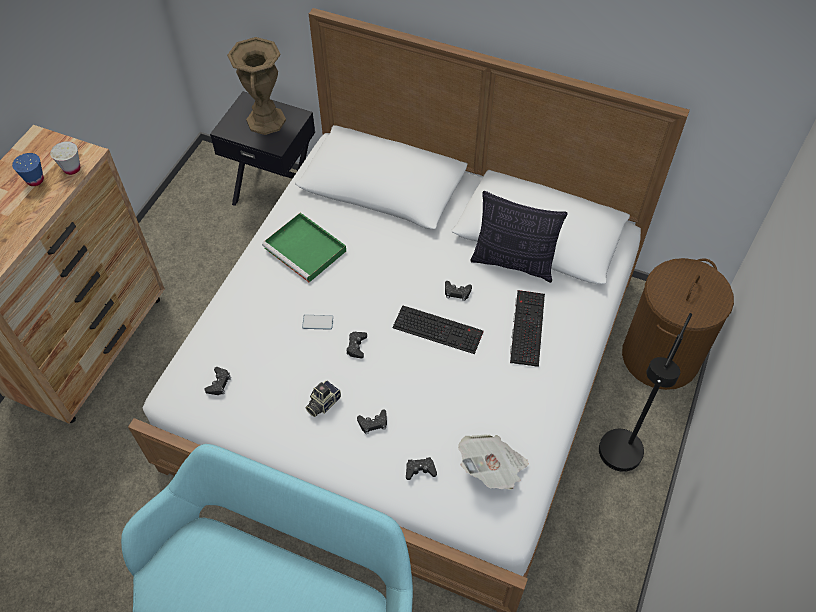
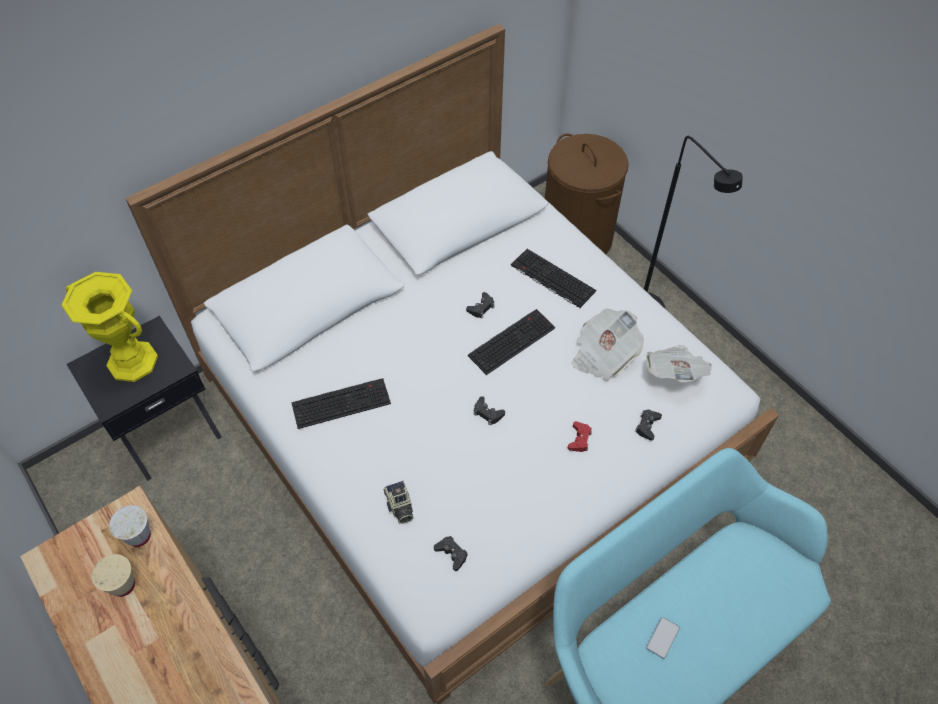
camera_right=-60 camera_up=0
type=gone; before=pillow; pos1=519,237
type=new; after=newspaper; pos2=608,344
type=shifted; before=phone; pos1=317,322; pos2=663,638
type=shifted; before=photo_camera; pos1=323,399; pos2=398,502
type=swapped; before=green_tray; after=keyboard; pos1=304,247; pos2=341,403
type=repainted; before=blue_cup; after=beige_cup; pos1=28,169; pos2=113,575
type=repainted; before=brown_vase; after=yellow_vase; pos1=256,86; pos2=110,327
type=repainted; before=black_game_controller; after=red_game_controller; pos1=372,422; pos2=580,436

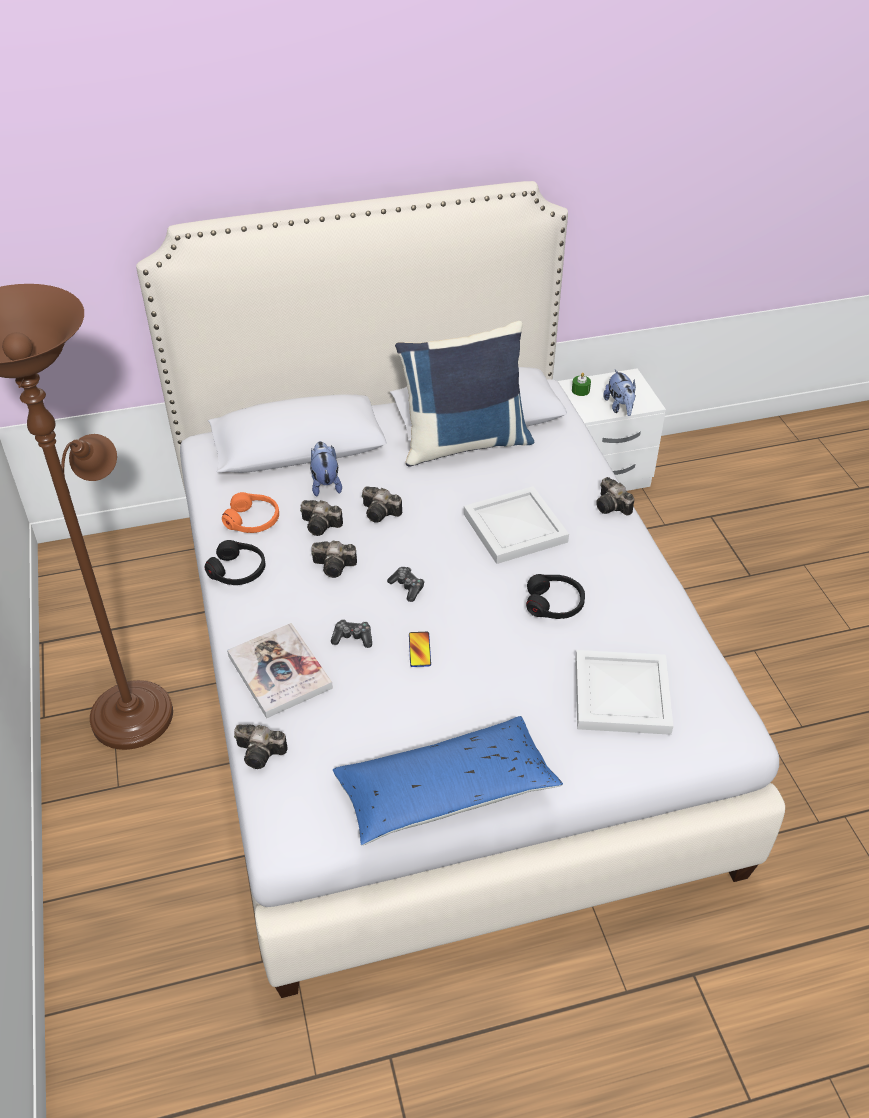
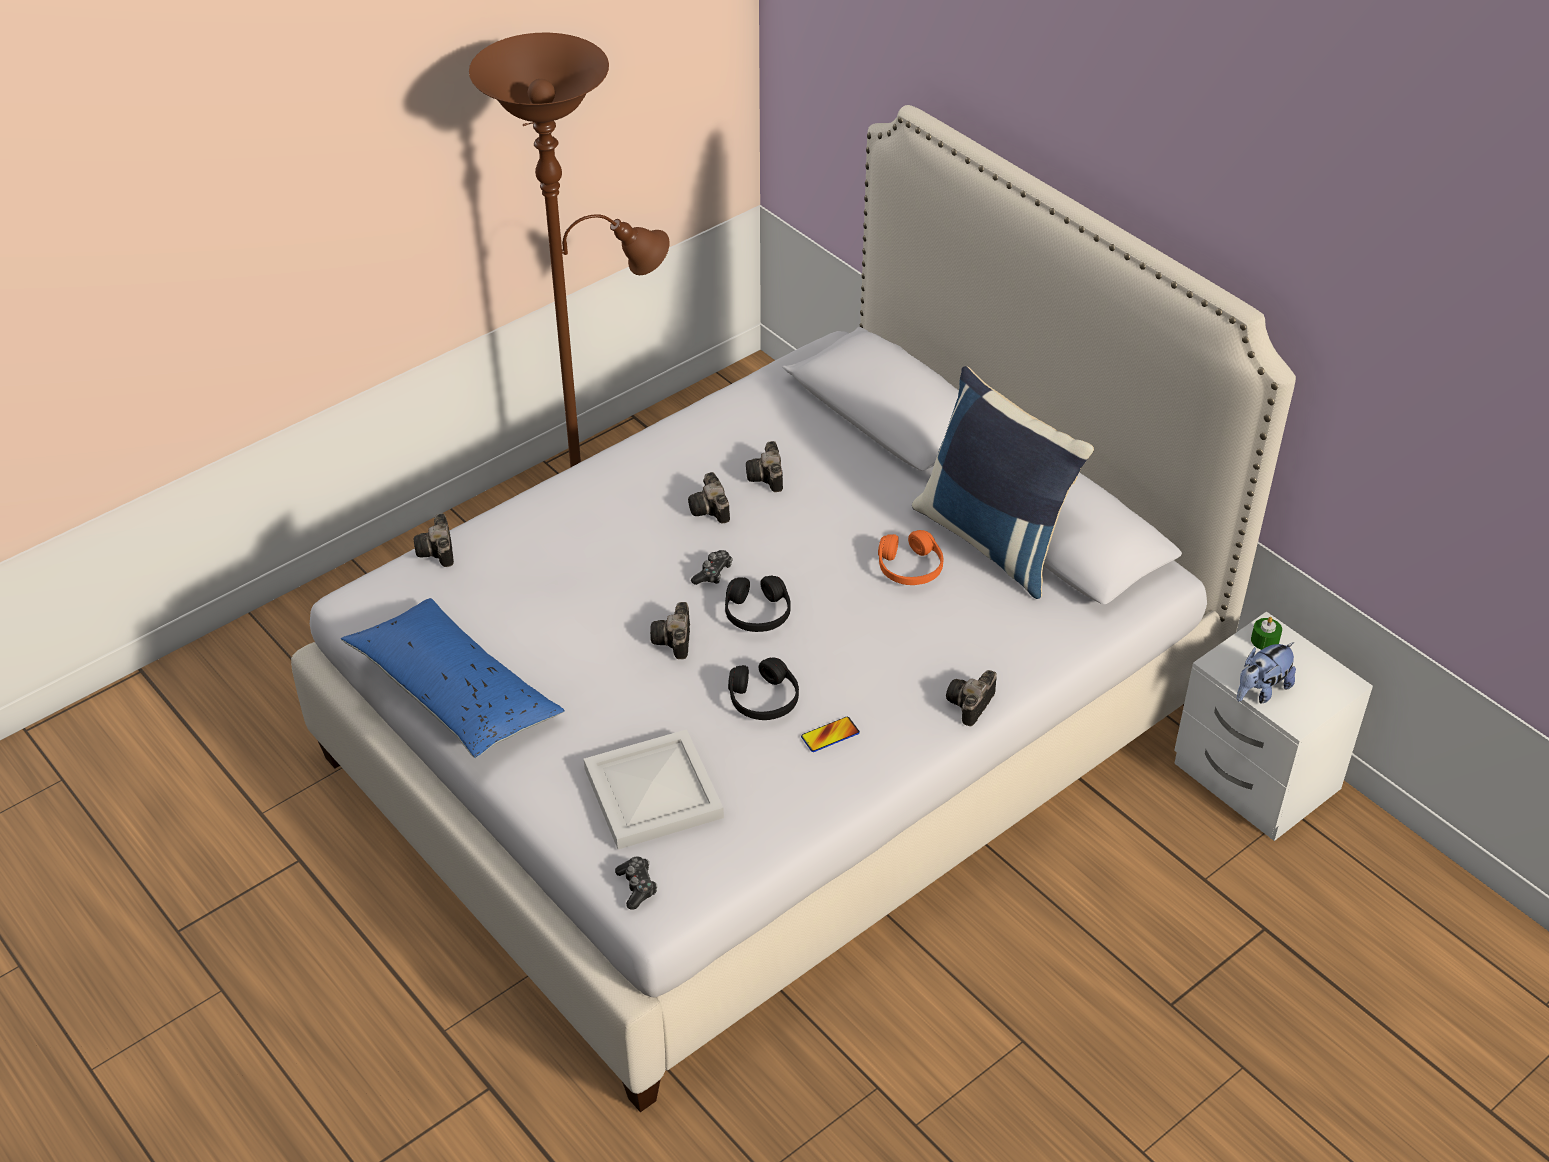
camera_right=65 camera_up=0
type=gone; before=book; pos1=280,670
type=gone; before=plush_toy; pos1=326,469
type=gone; before=white_tray; pos1=516,525
type=shifted; before=black_headphones; pos1=235,562; pos2=758,603
type=shifted; before=orange_headphones; pos1=250,512; pos2=910,557
type=shifted; before=game_controller; pos1=351,633; pos2=636,882
type=shifted; before=photo_camera; pos1=382,504; pos2=670,630
type=shifted; before=phone; pos1=420,649; pos2=830,734

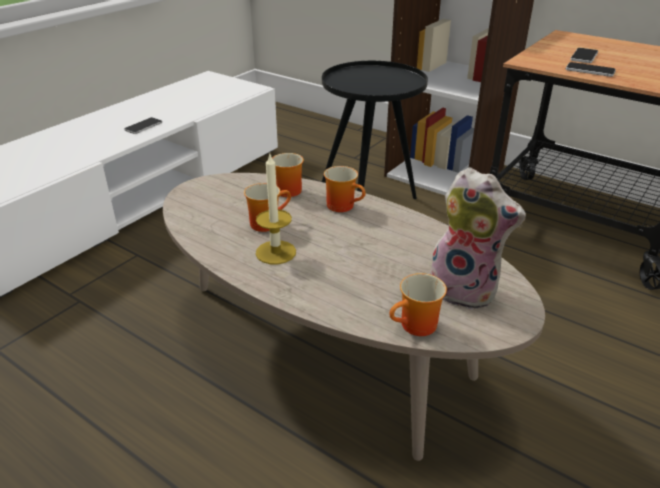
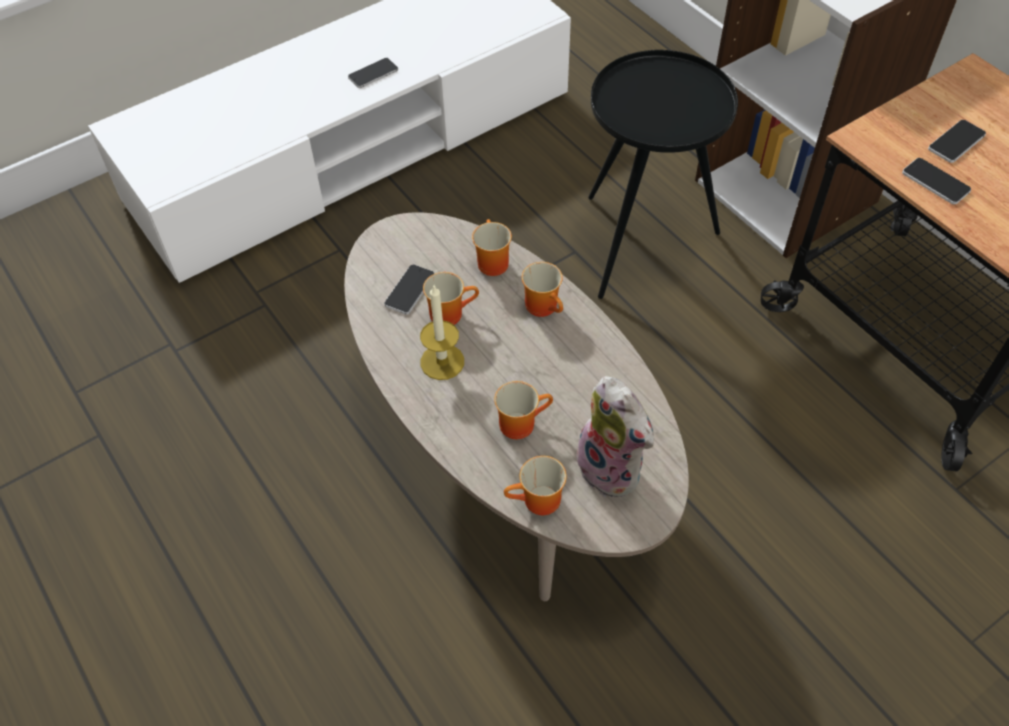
camera_right=20 camera_up=20
type=new; after=phone; pos2=409,290
type=new; after=mug; pos2=523,410

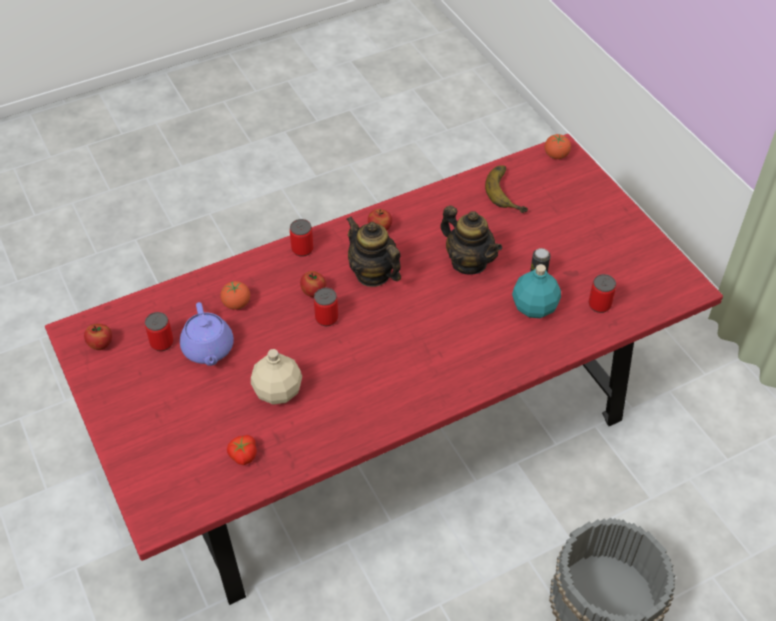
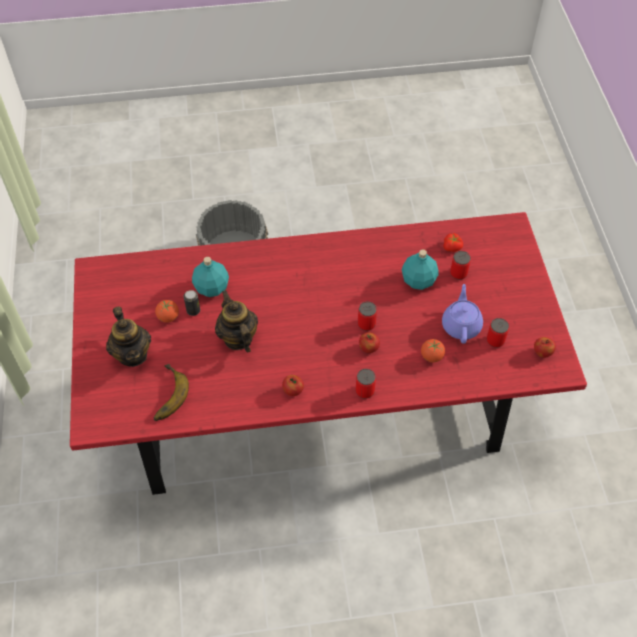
camera_right=-160 camera_up=5
type=shifted; before=teapot; pos1=373,251; pos2=128,336
type=shifted; before=tomato; pos1=558,146; pos2=167,311
type=shifted; before=can; pos1=602,293; pos2=460,265
type=repainted; before=beige_bottle; after=turquoise_bottle; pos1=276,377; pos2=420,269

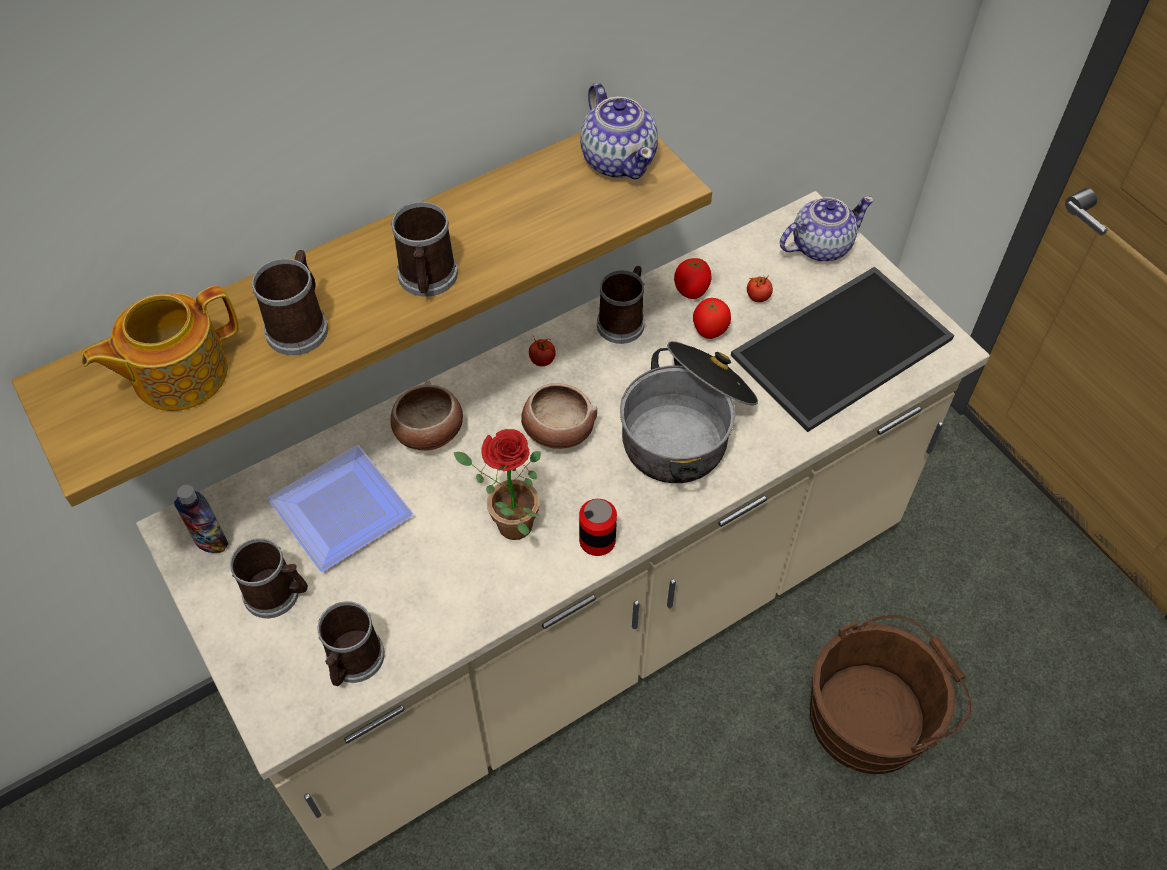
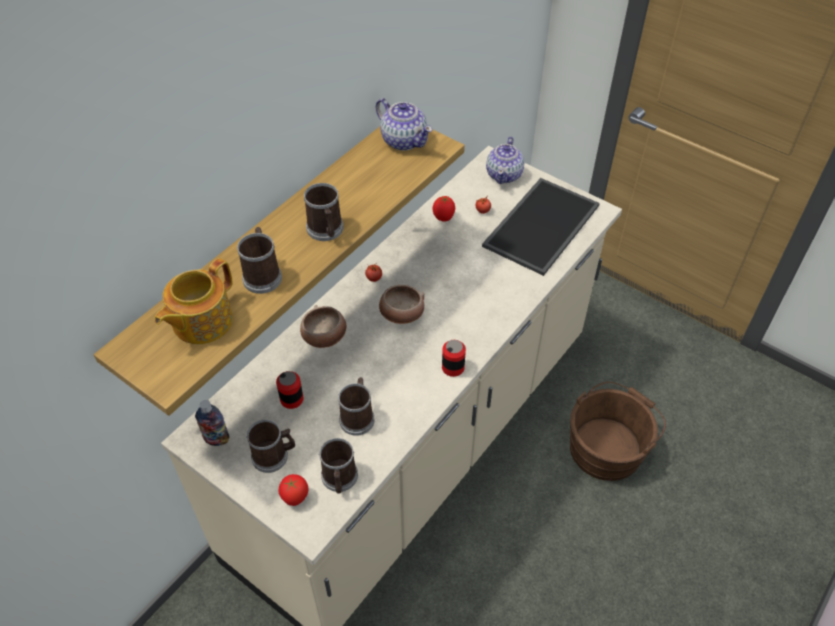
camera_right=-20 camera_up=-5
type=gone; before=potted_plant; pos1=497,484
type=gone; before=cooking_pot; pos1=689,412
type=shifted; before=mug; pos1=621,305; pos2=356,406
type=shifted; before=tomato; pos1=712,318; pos2=294,490
type=swapped; before=plate; after=can; pos1=341,508; pos2=289,390
type=rotated; before=teapot; pos1=827,229; pos2=505,160; turn=150

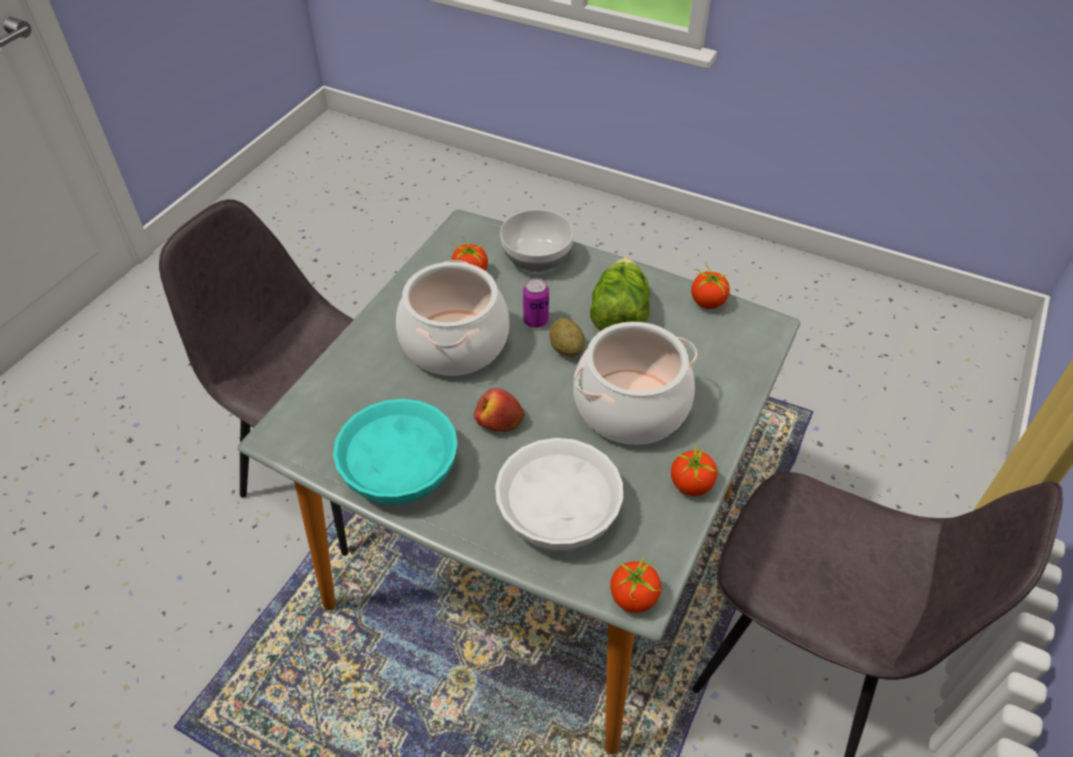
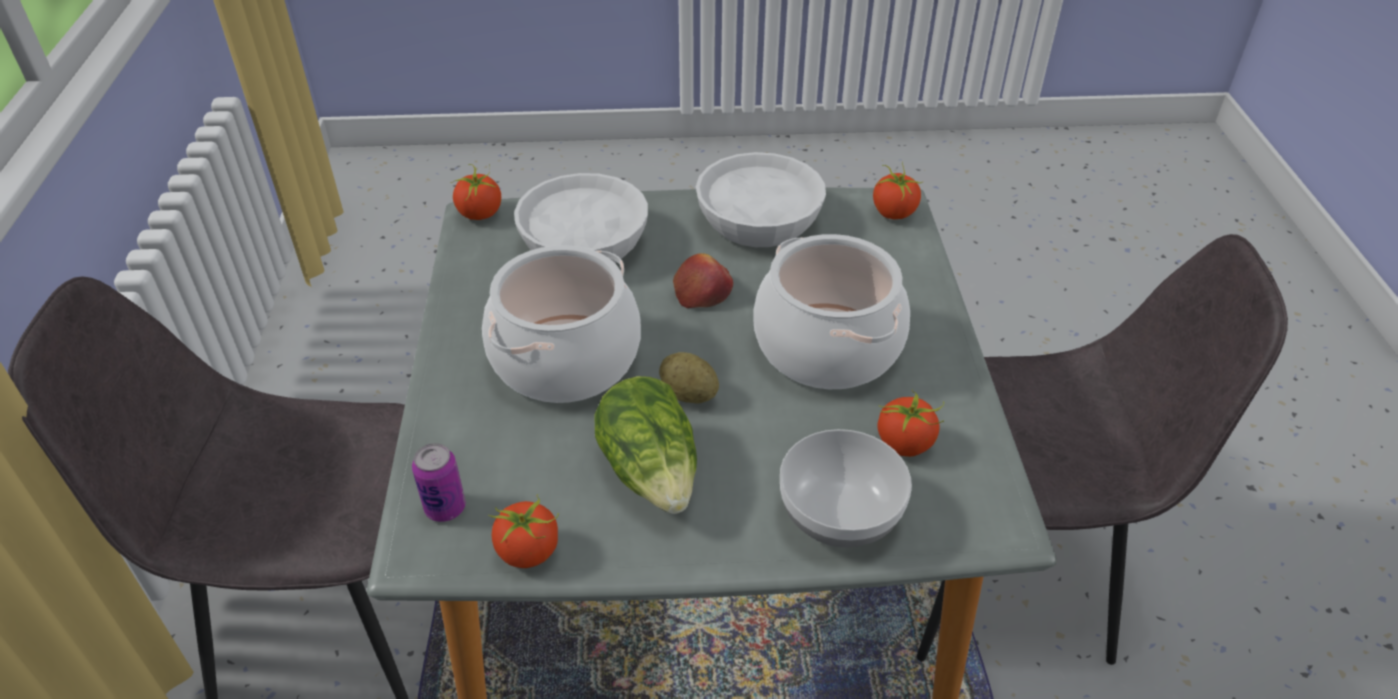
camera_right=150 camera_up=-5
type=shifted; before=can; pos1=536,303; pos2=439,482
type=shifted; before=tomato; pos1=695,470; pos2=898,190
type=repainted; before=turquoise_bowl; after=white_bowl; pos1=395,452; pos2=761,199

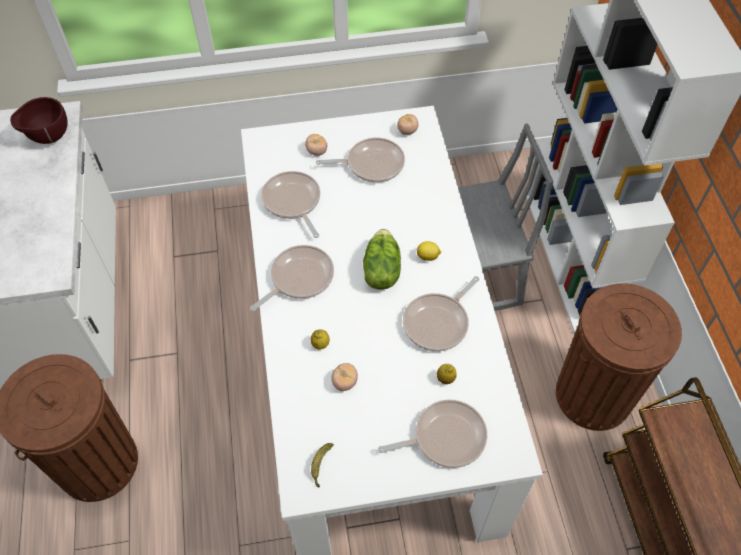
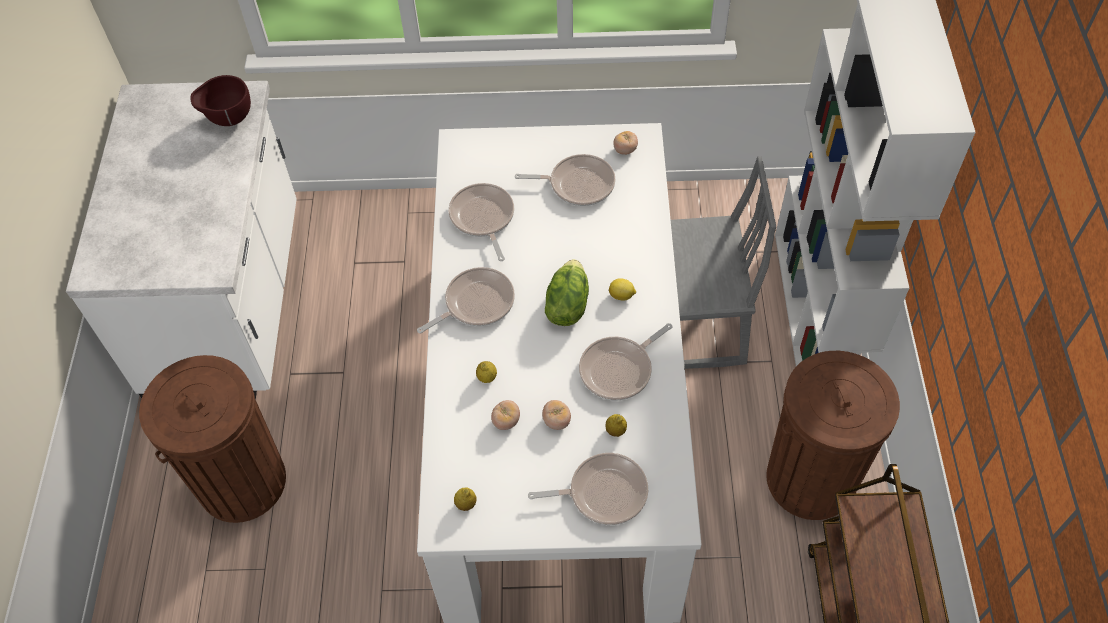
camera_right=10 camera_up=0
type=shifted; before=tomato; pos1=316,145; pos2=556,415
type=swapped; before=banana; after=lemon; pos1=322,465; pos2=465,499

